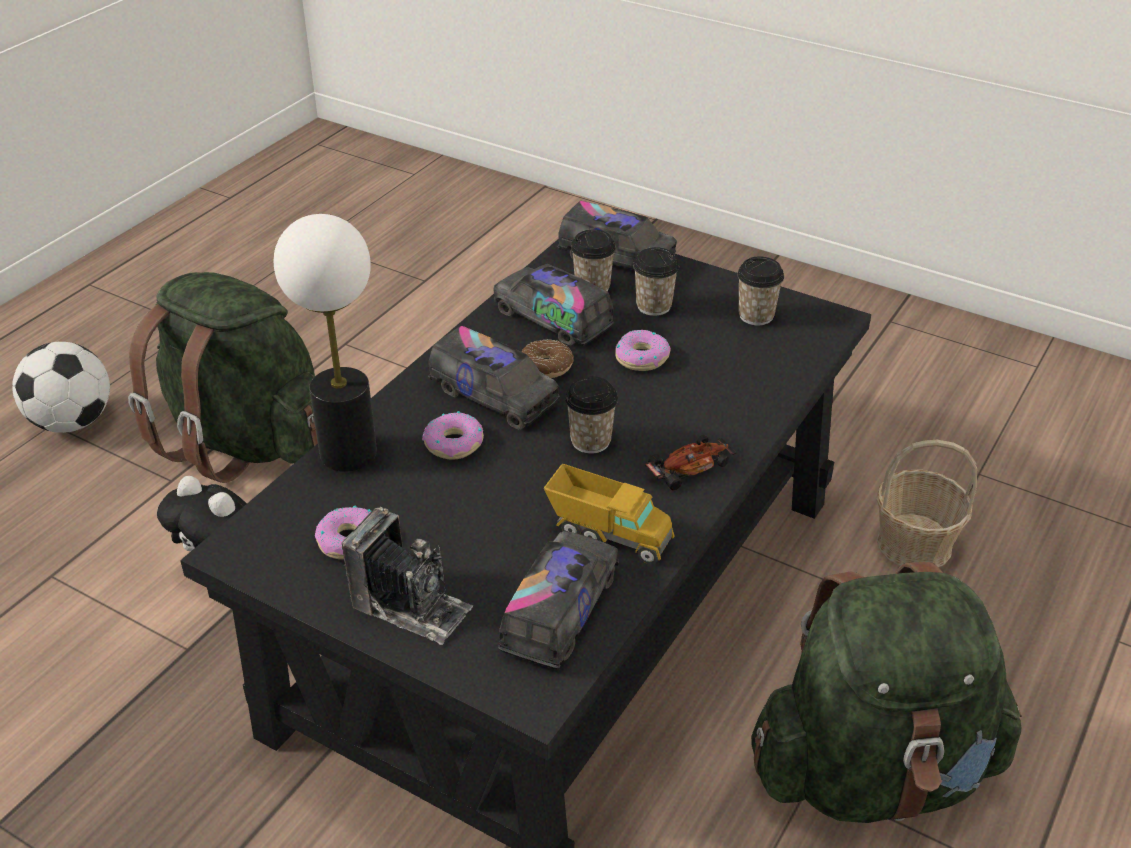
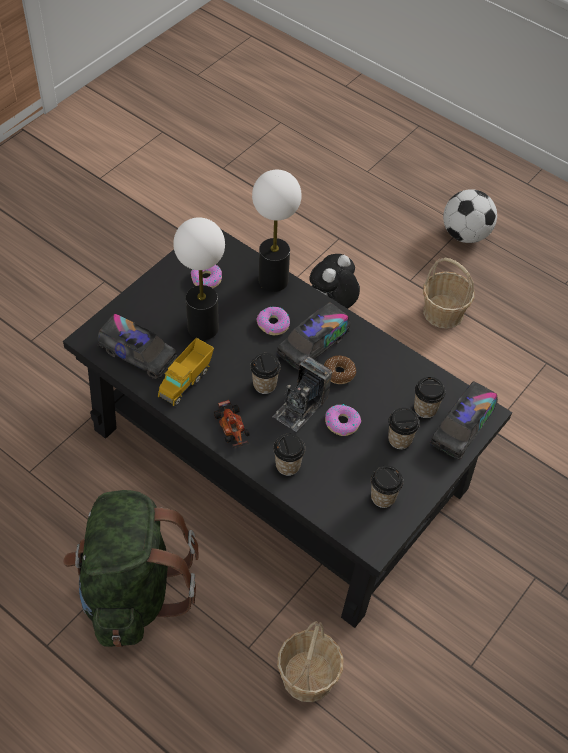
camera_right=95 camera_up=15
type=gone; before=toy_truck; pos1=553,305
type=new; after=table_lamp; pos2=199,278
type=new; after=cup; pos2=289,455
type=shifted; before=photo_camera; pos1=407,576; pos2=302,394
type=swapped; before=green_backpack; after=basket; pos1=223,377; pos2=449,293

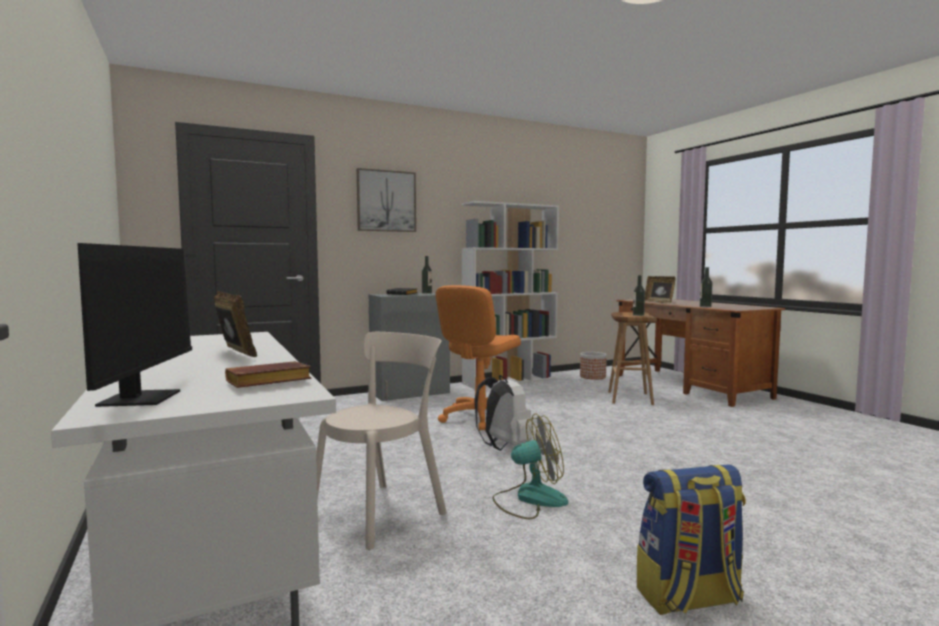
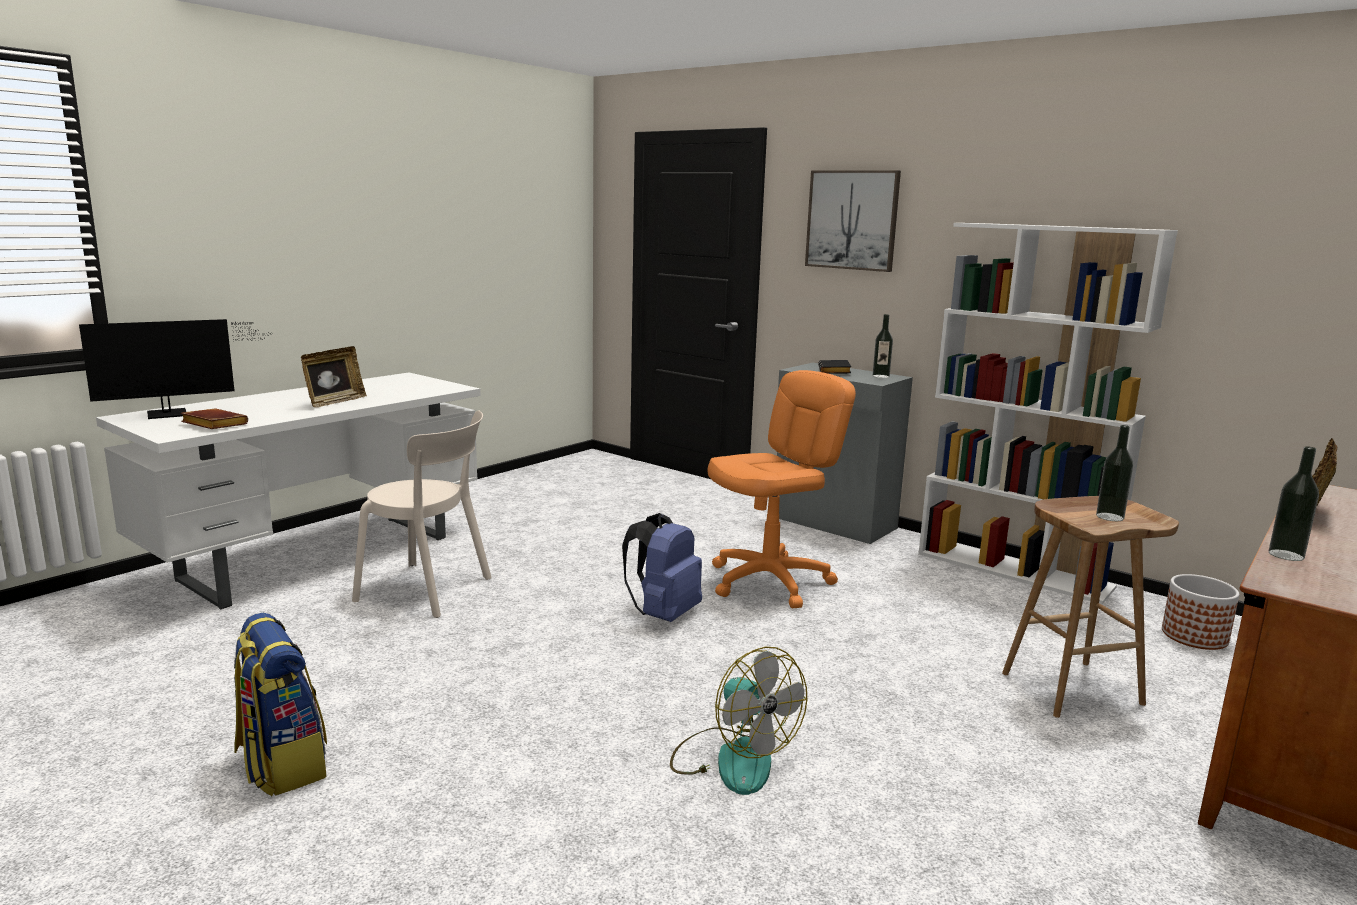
camera_right=65 camera_up=10
type=shifted; before=fan; pos1=530,466; pos2=738,721
type=repainted; before=white_backpack; after=blue_backpack; pos1=503,413; pos2=662,567
type=rotated; before=orange_office_chair; pos1=478,357; pos2=782,489; turn=135

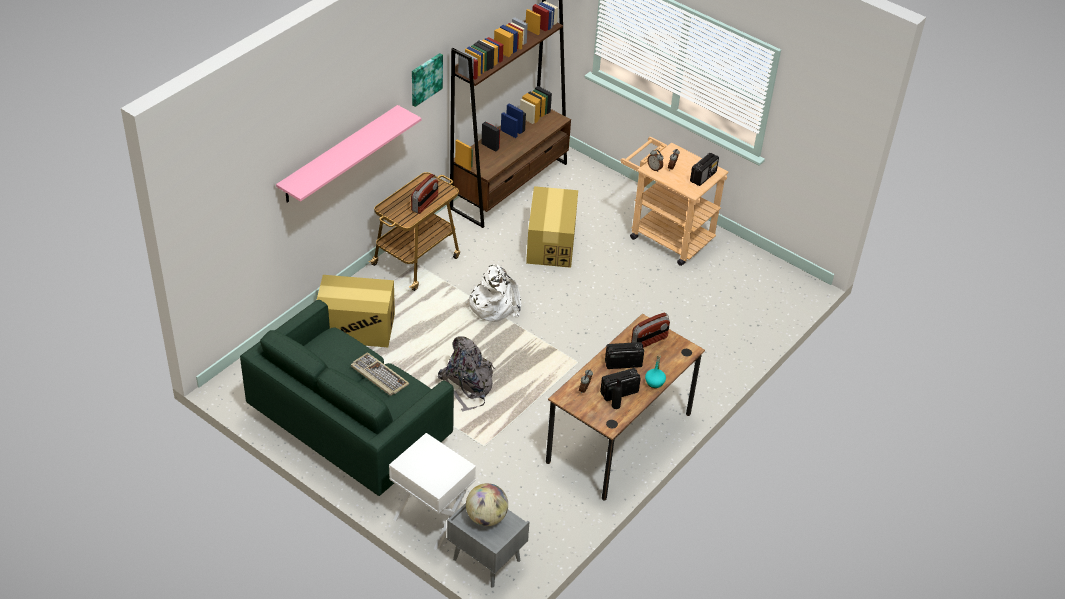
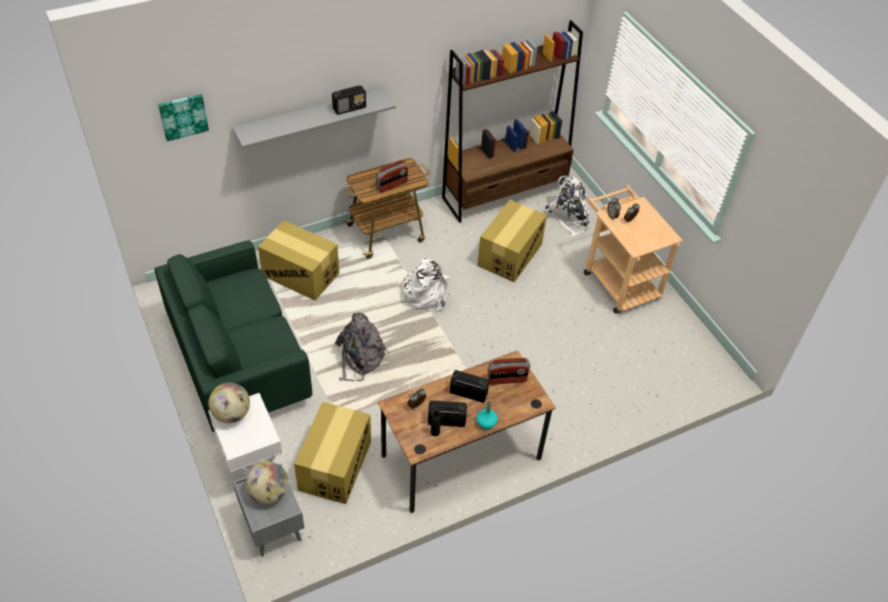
camera_right=25 camera_up=5
type=gone; before=keyboard; pos1=380,374
type=new; after=globe; pos2=229,402
type=new; after=cardboard_box; pos2=332,453
type=new; after=white_backpack; pos2=567,206
type=shifted; before=picture; pos1=427,80; pos2=183,117
type=shifted; before=radio; pos1=704,169; pos2=349,100
type=repainted; before=pink_shelf; after=grey_shelf; pos1=349,154; pos2=314,118

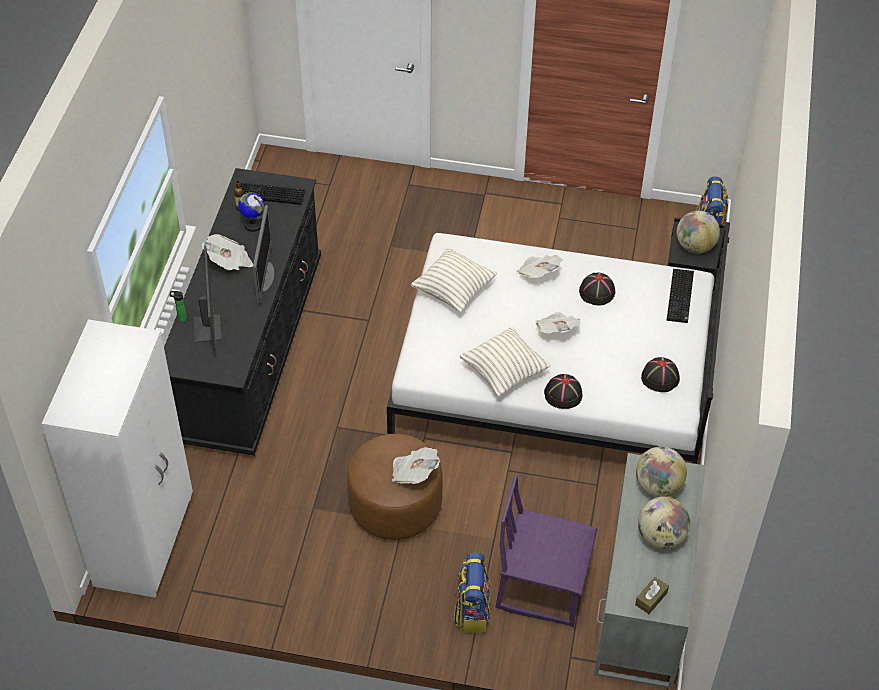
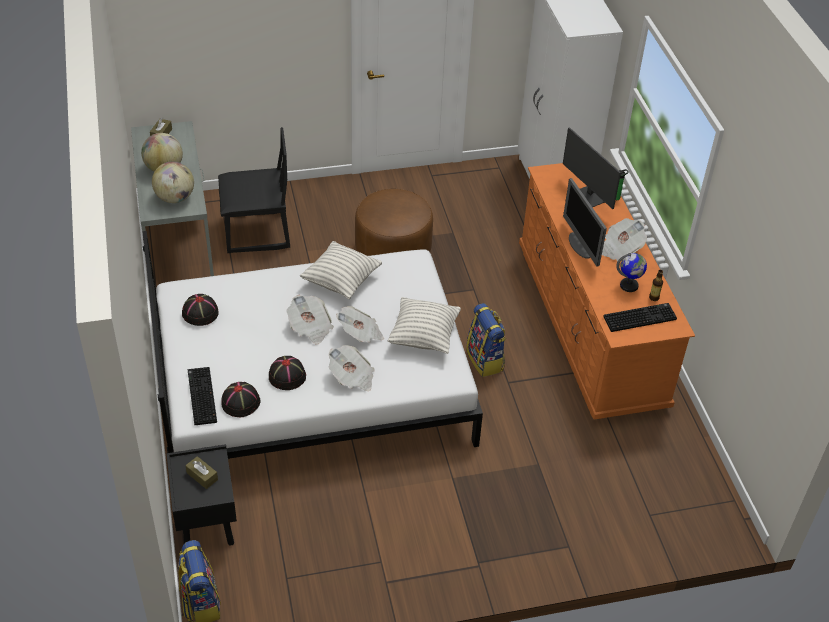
camera_right=155 camera_up=-5
type=shifted; before=newspaper; pos1=416,465; pos2=360,324
type=shifted; before=backpack; pos1=472,592; pos2=486,340
type=shifted; before=black_hat; pos1=563,391; pos2=241,399
type=swapped; before=globe; after=brown_tissue_box; pos1=698,232; pos2=201,472
type=repainted; before=black_dresser; after=orange_dresser; pos1=242,312; pos2=607,291
type=repainted; before=purple_chair; after=black_chair; pos1=546,551; pos2=254,190

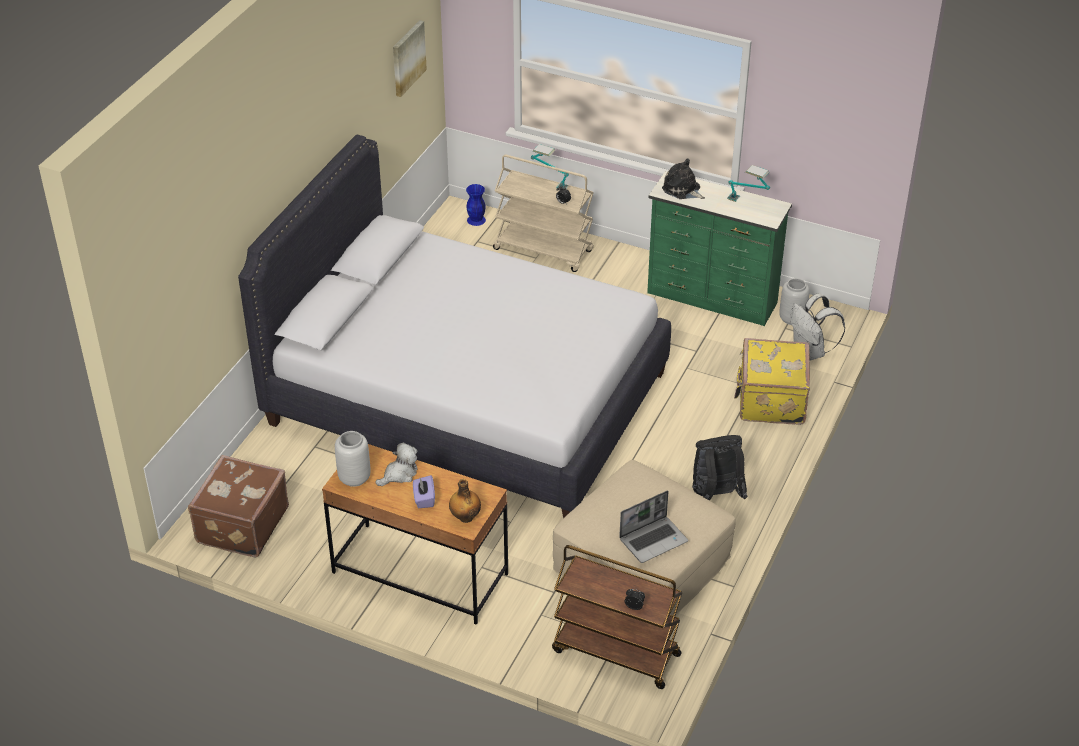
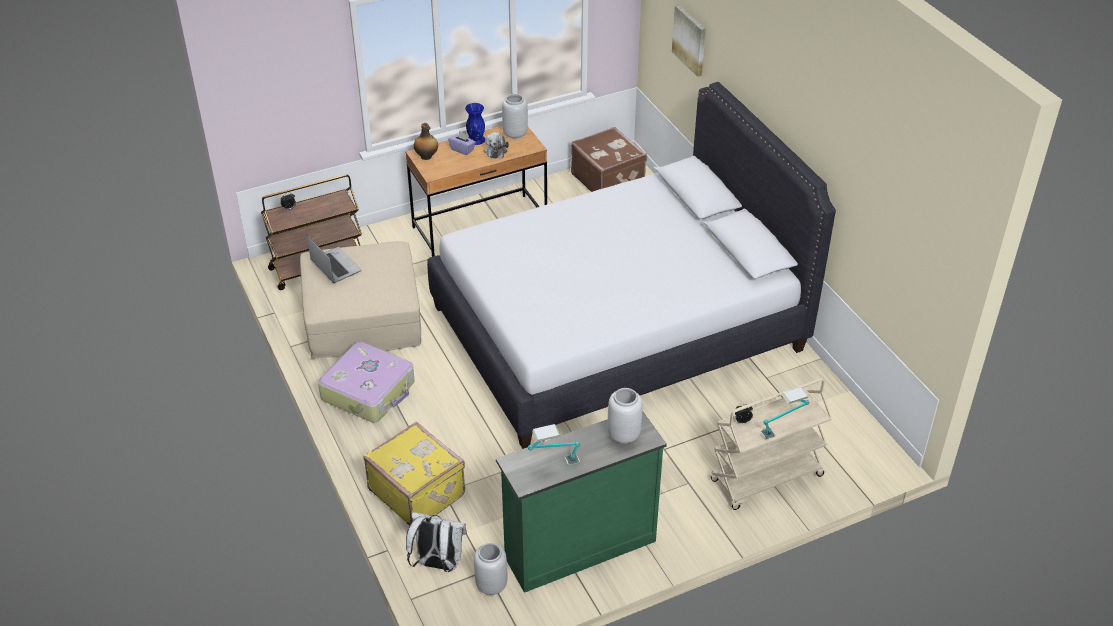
camera_right=130 camera_up=0
type=shifted; before=picture; pos1=410,58; pos2=689,41
type=shifted; before=blue_vase; pos1=476,205; pos2=475,124
type=swapped; before=plush_toy; after=grey_vase; pos1=683,178; pos2=625,416
type=swapped; before=black_backpack; after=suitcase; pos1=720,468; pos2=366,382
type=rotated; before=laptop; pos1=653,527; pos2=334,259; turn=135

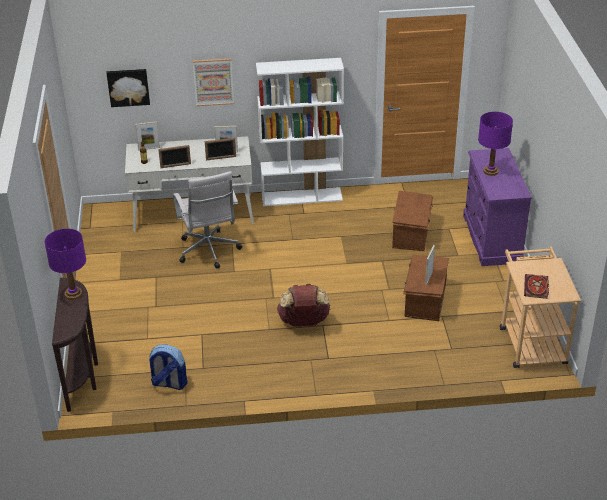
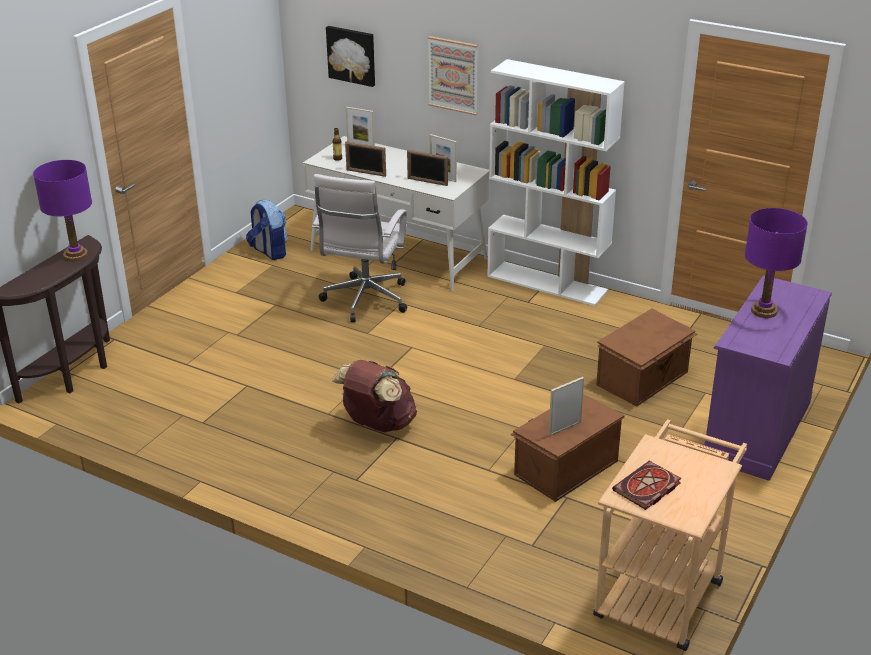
camera_right=35 camera_up=-5
type=shifted; before=backpack; pos1=168,367; pos2=267,230

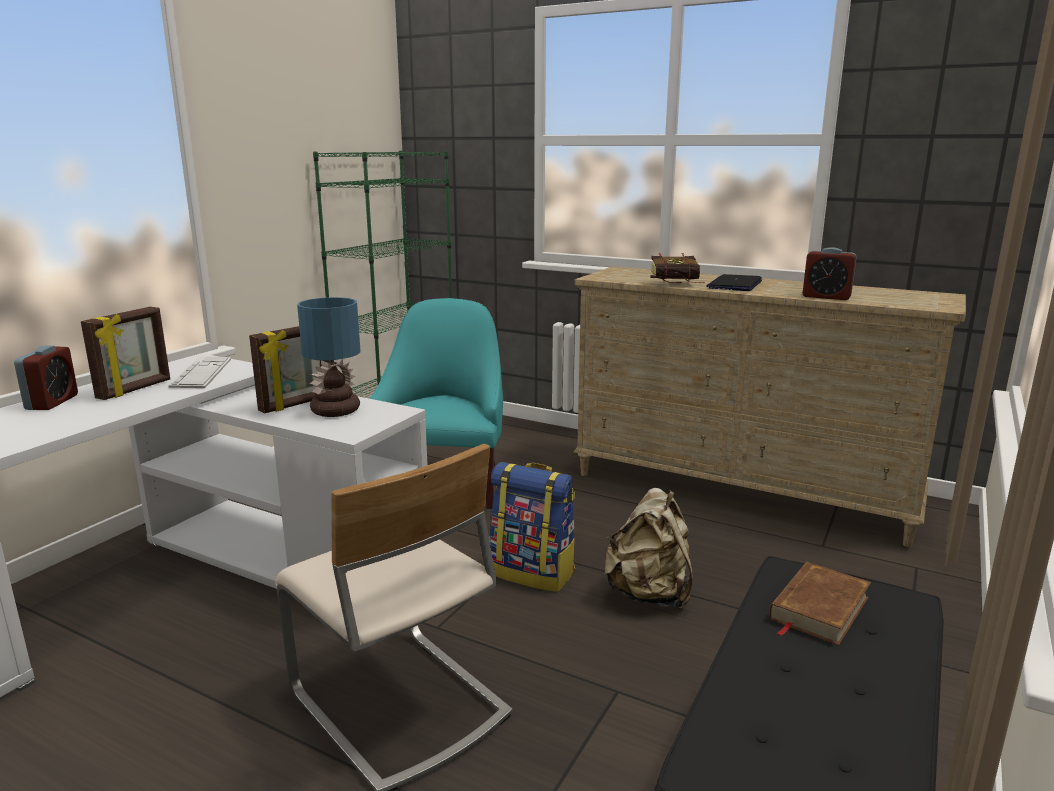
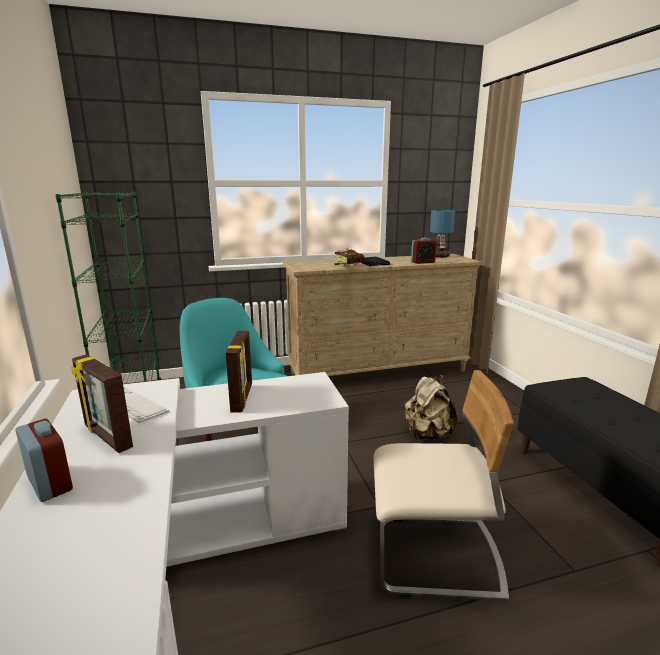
camera_right=-45 camera_up=0
type=gone; before=backpack; pos1=532,527
type=gone; before=brown_book; pos1=820,604
type=shifted; before=table_lamp; pos1=328,357; pos2=442,234
type=rotated; before=picture_frame; pos1=125,353; pos2=102,403; turn=150

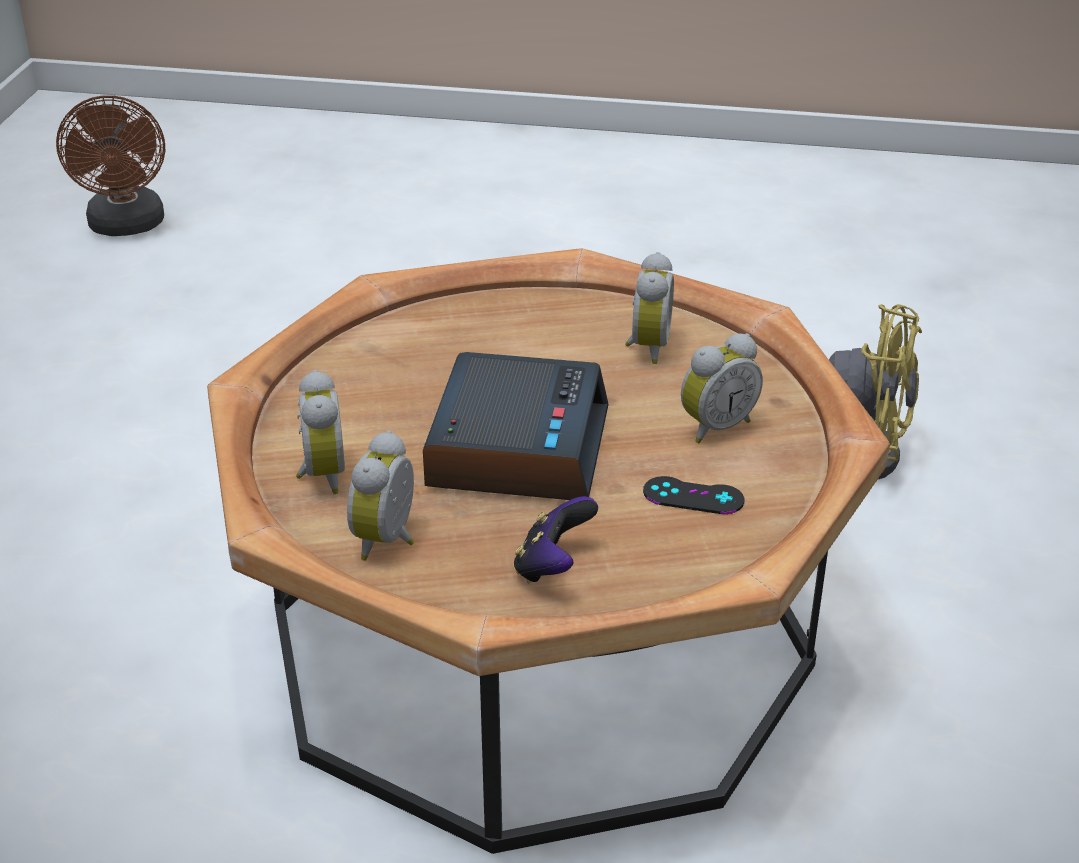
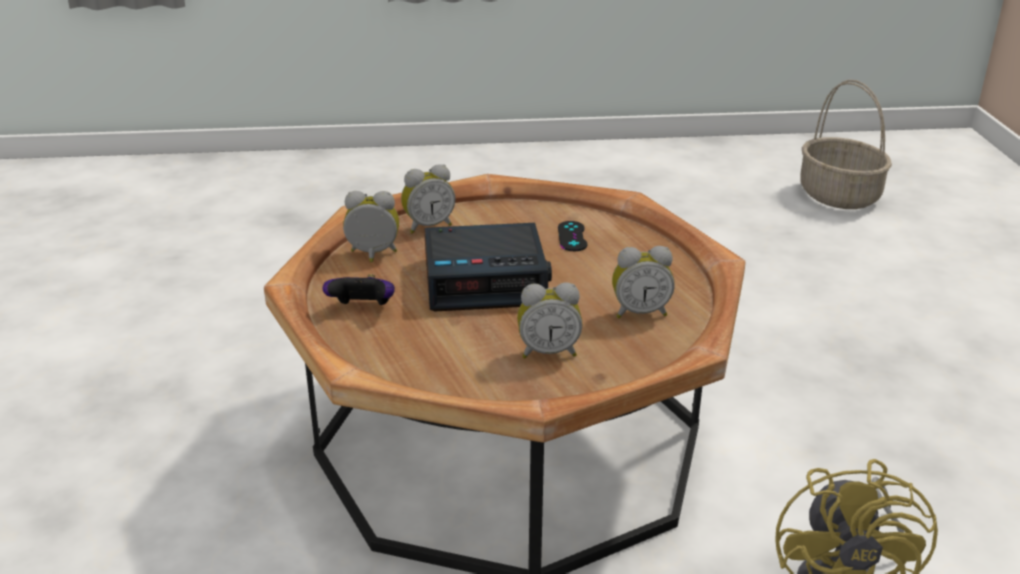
camera_right=75 camera_up=-5
type=shifted; before=black_game_controller; pos1=693,495; pos2=572,236
type=swapped; before=brown_fan; after=basket; pos1=110,165; pos2=846,144
type=rotated; before=alarm_clock; pos1=722,388; pos2=549,320; turn=-45

